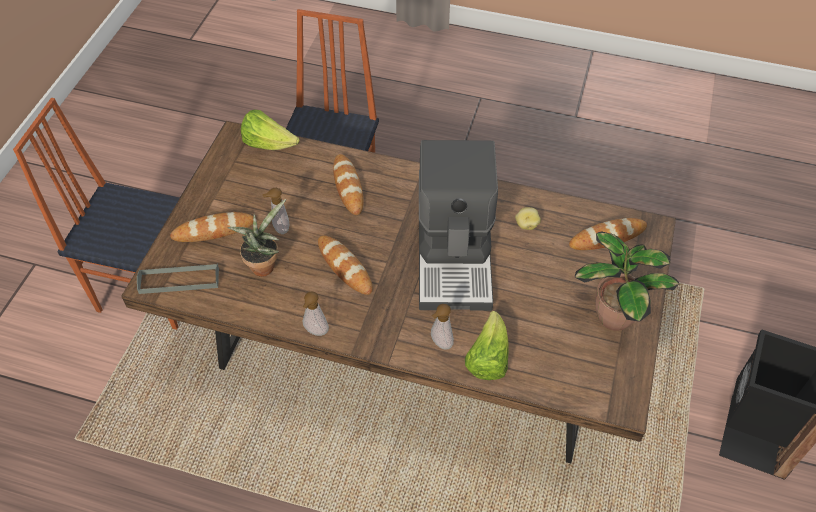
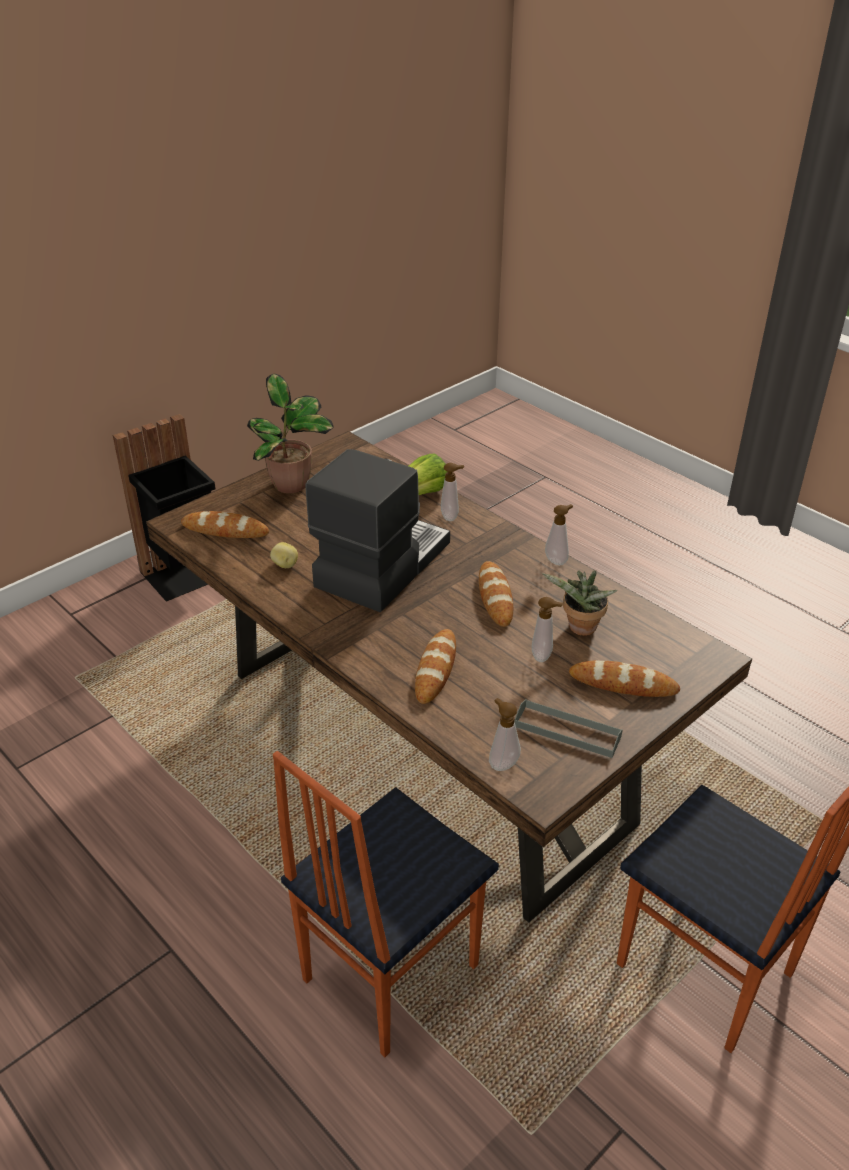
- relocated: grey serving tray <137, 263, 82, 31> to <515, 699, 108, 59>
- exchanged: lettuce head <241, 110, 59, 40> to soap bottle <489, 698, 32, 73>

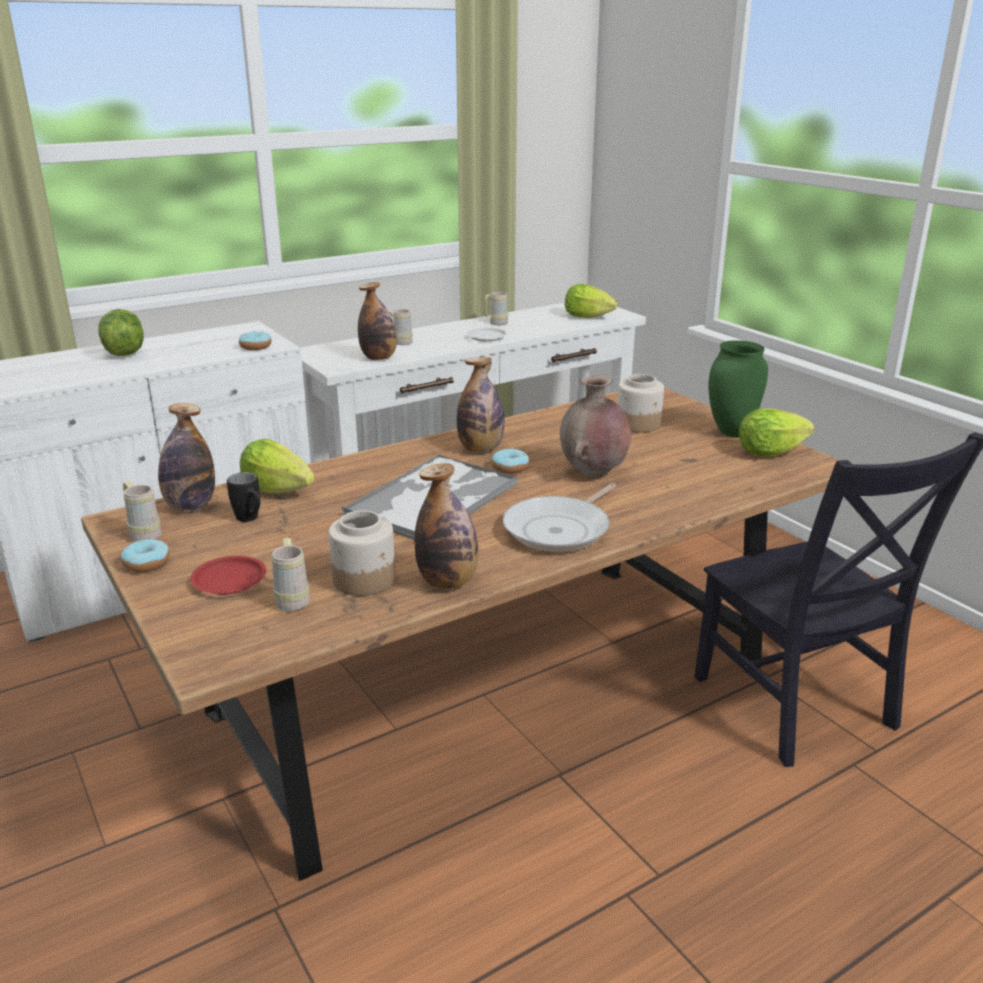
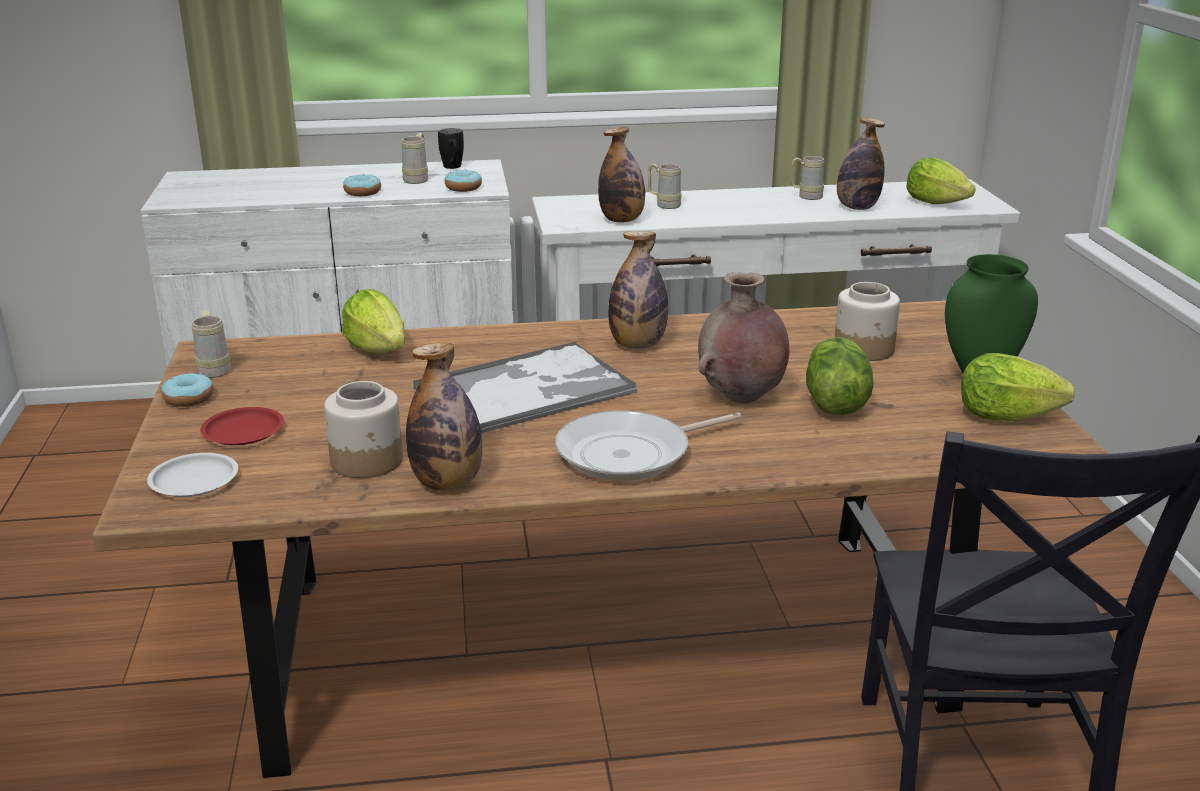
- relocated: lettuce head <98, 309, 46, 47> to <806, 337, 68, 78>
- relocated: beverage bottle <158, 403, 57, 108> to <837, 118, 48, 92>
- relocated: black coffee mug <227, 472, 33, 50> to <438, 128, 26, 41>
- relocated: beige-coloured coffee mug <272, 538, 38, 73> to <402, 133, 26, 51>
- relocated: white-coloured flat dish <466, 327, 42, 14> to <147, 453, 91, 44>
- relocated: donut <491, 448, 38, 26> to <343, 174, 38, 22>

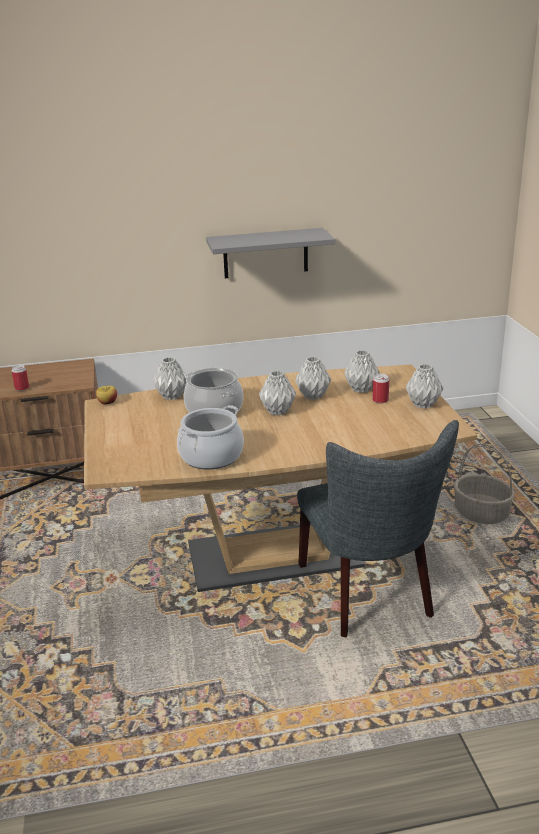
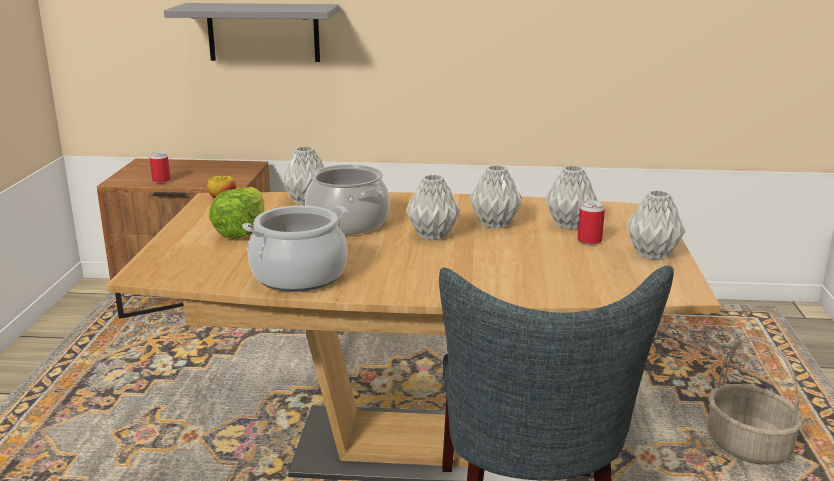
- appeared: lettuce head <209, 187, 56, 52>
- relocated: grey shelf <206, 228, 129, 50> to <164, 3, 175, 59>

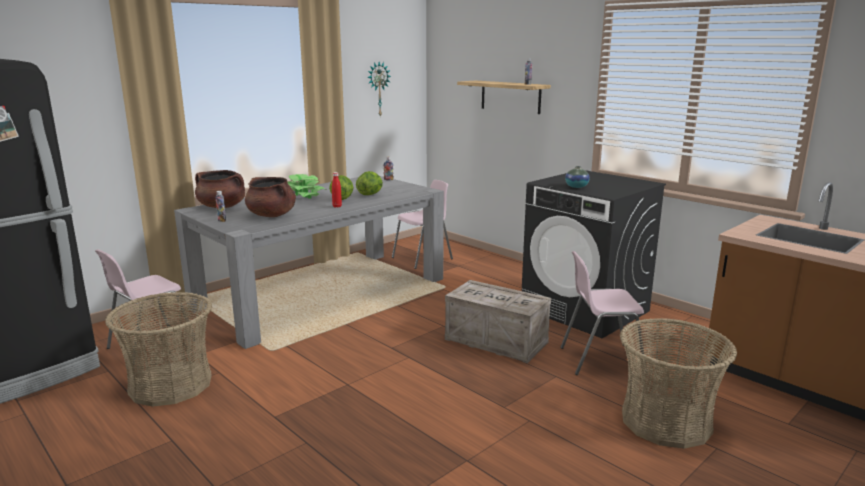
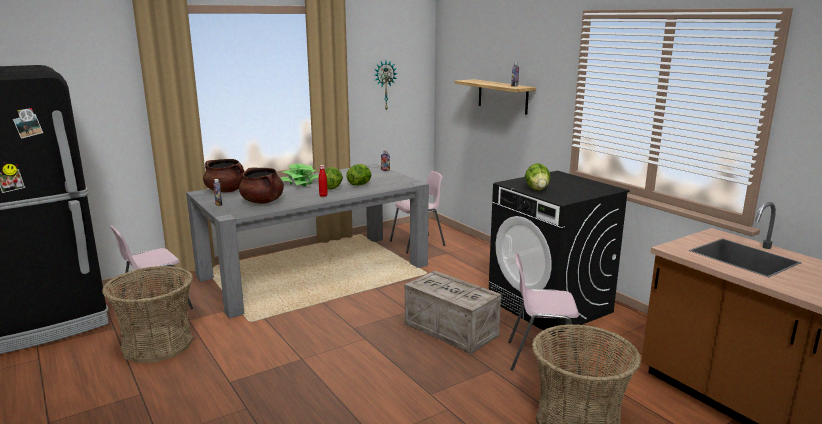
- exchanged: vase <565, 166, 25, 22> to lettuce head <525, 163, 25, 28>

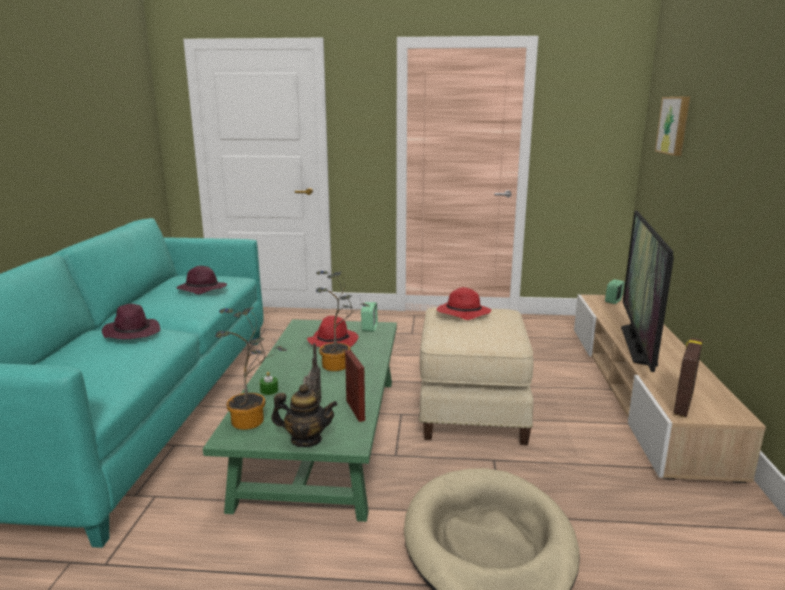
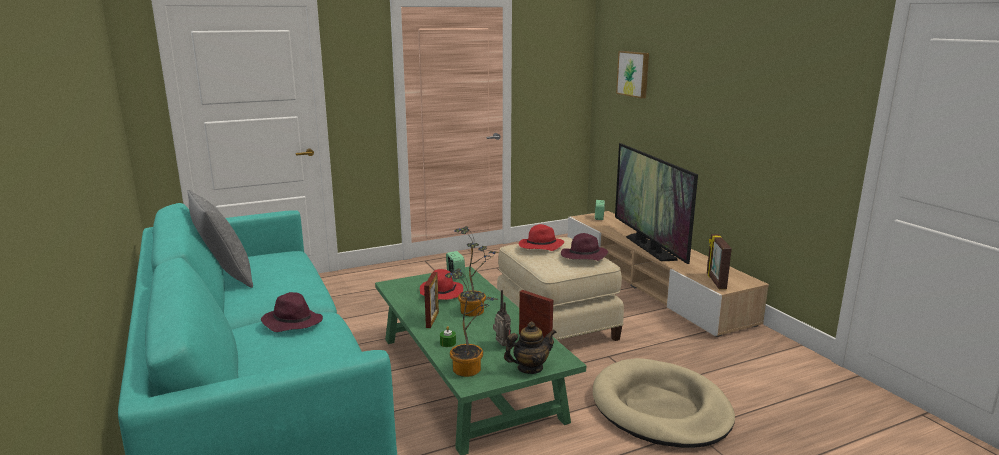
- appeared: grey cushion <187, 190, 66, 98>
- appeared: standing frame <424, 272, 15, 56>
- relocated: purplish hat <176, 266, 51, 29> to <561, 233, 47, 28>

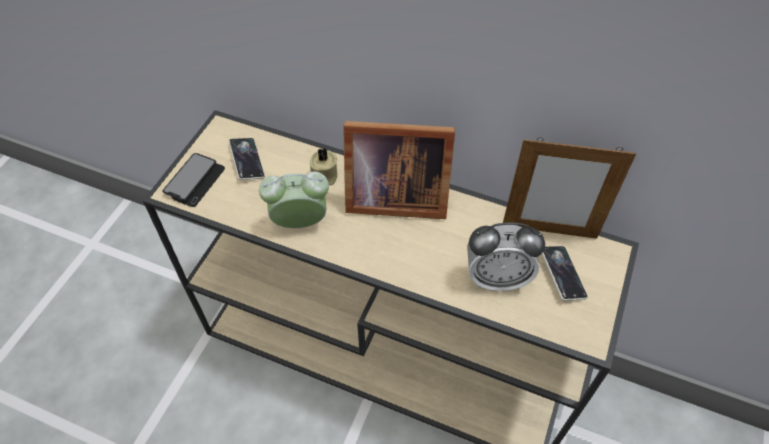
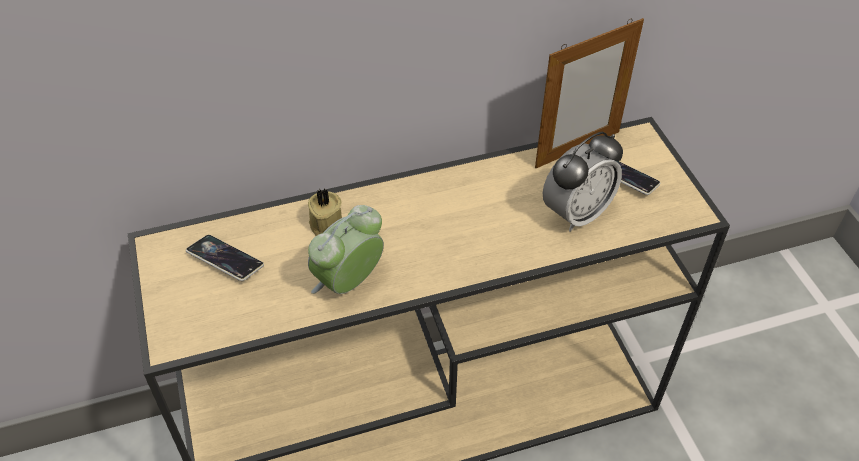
- missing: phone <162, 153, 63, 54>
- missing: standing frame <343, 121, 112, 98>

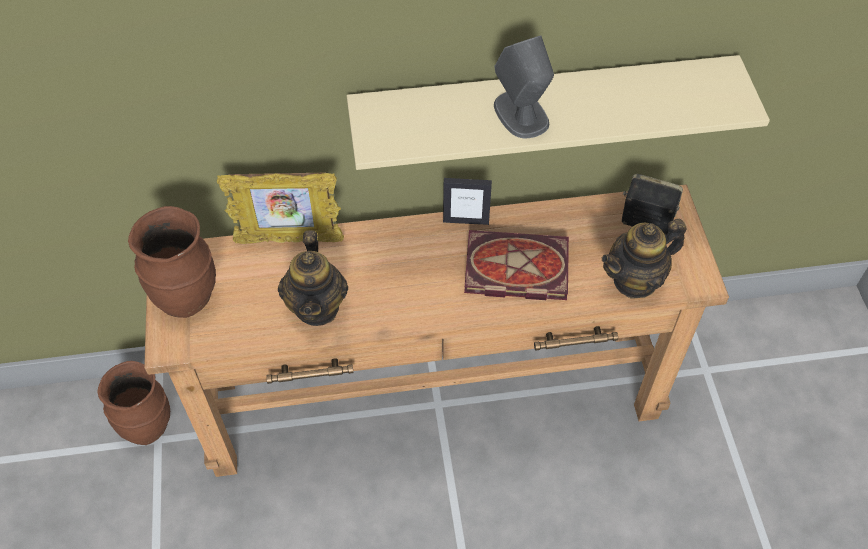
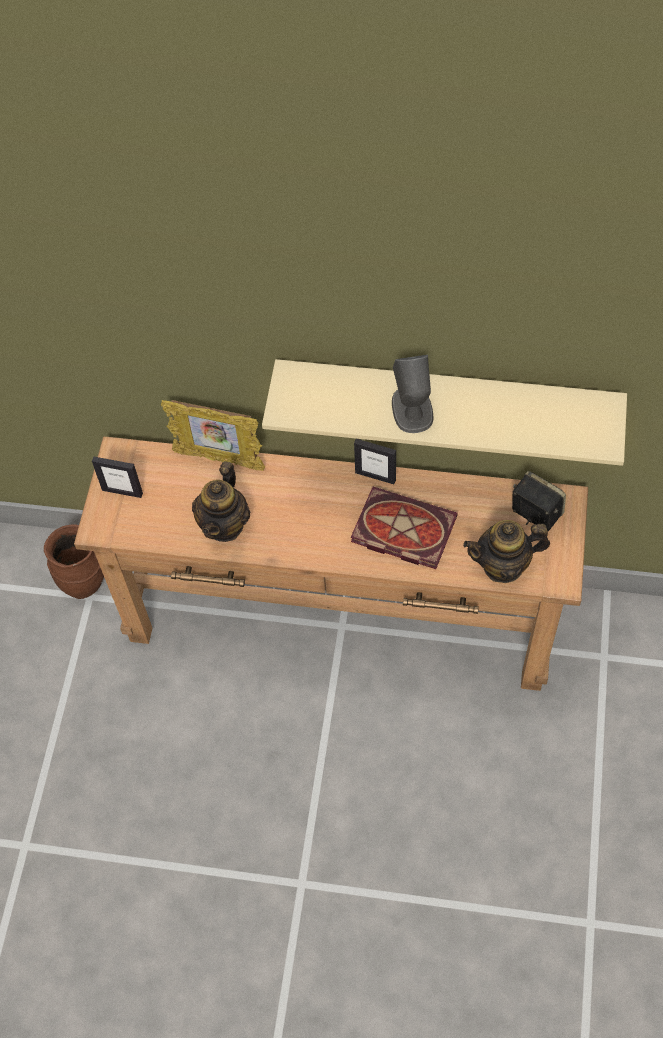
- exchanged: brownish vase <128, 206, 88, 112> to standing frame <92, 457, 51, 41>

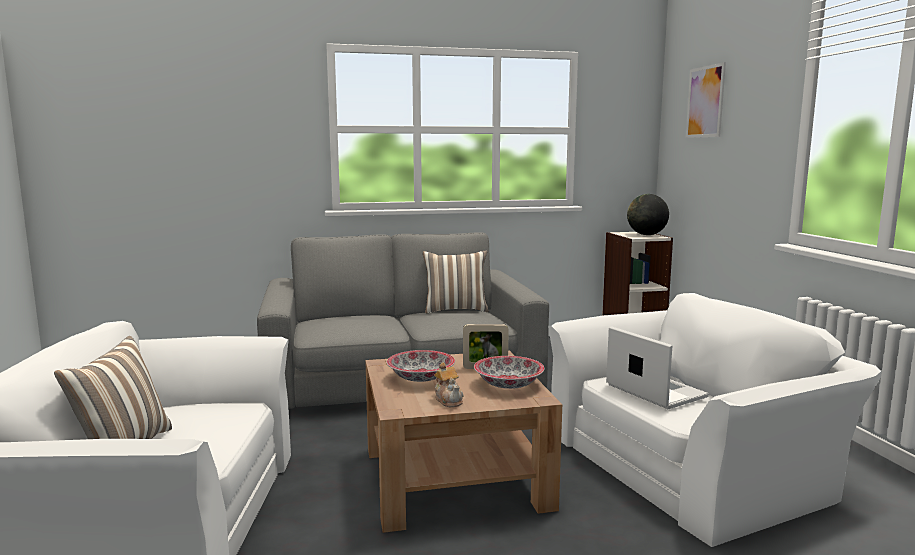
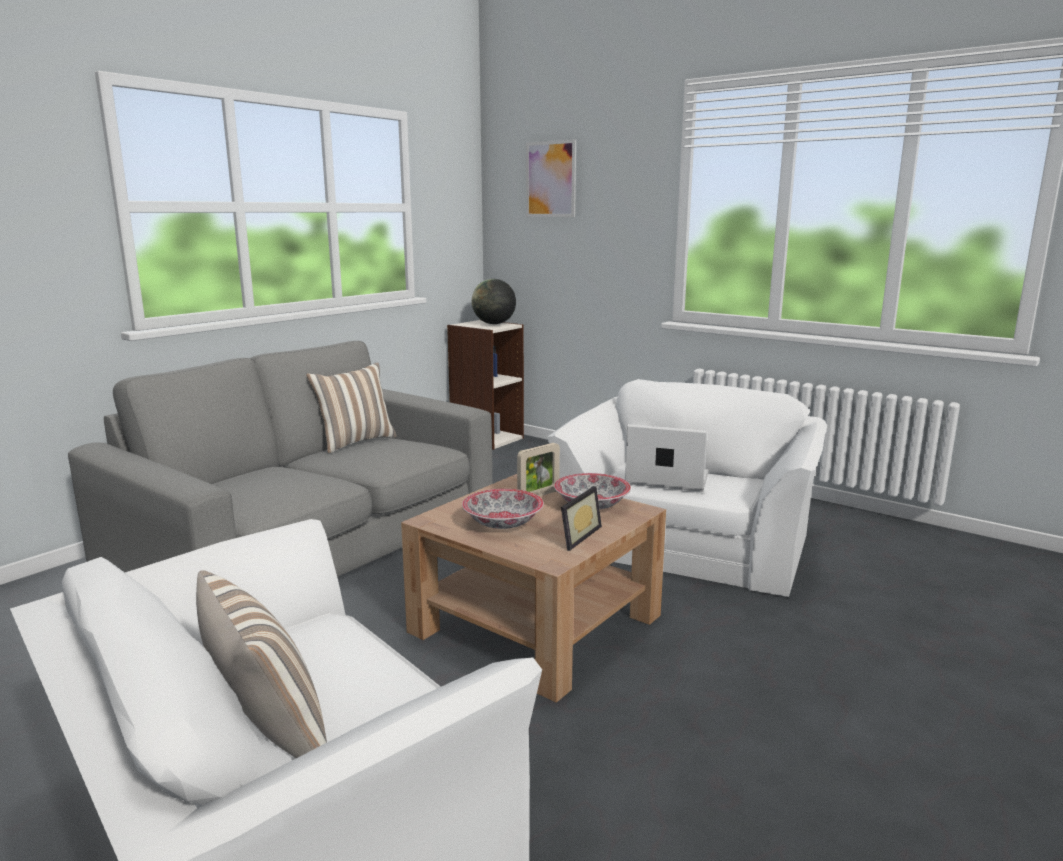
- exchanged: teapot <434, 362, 30, 45> to standing frame <561, 486, 41, 65>

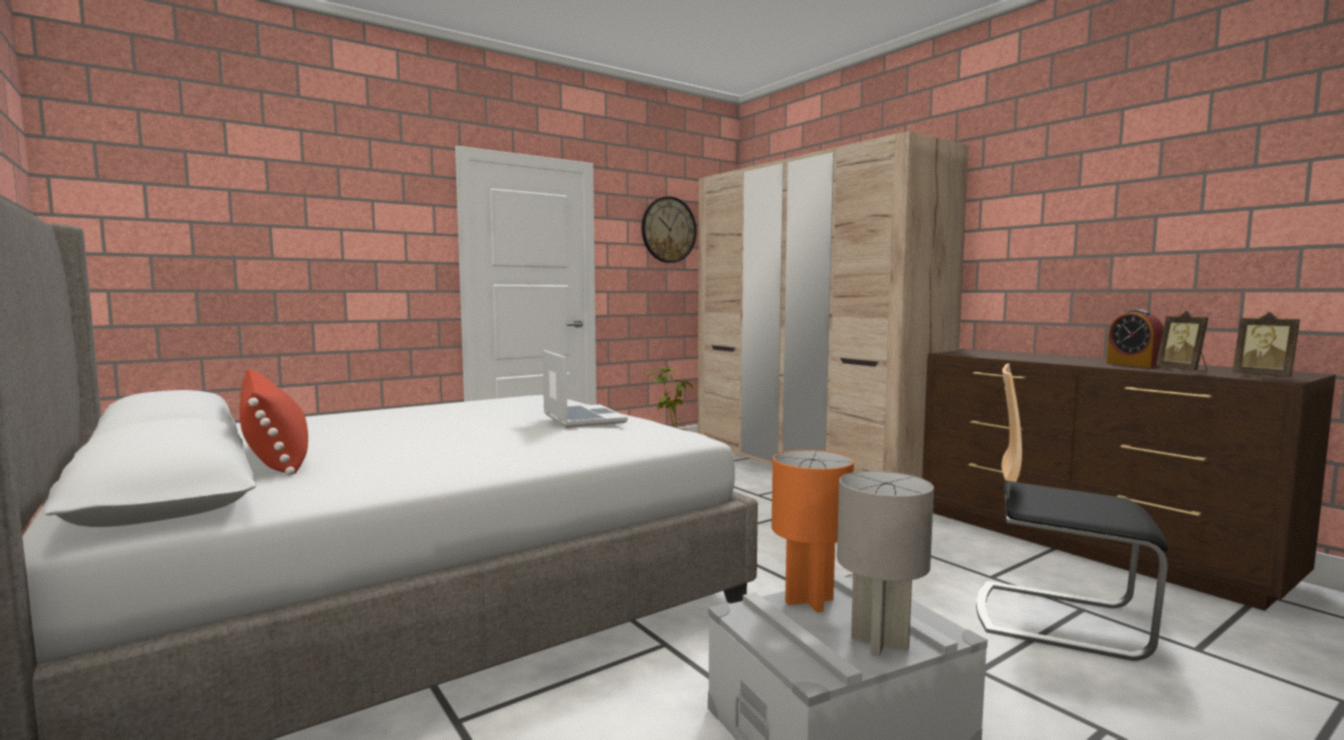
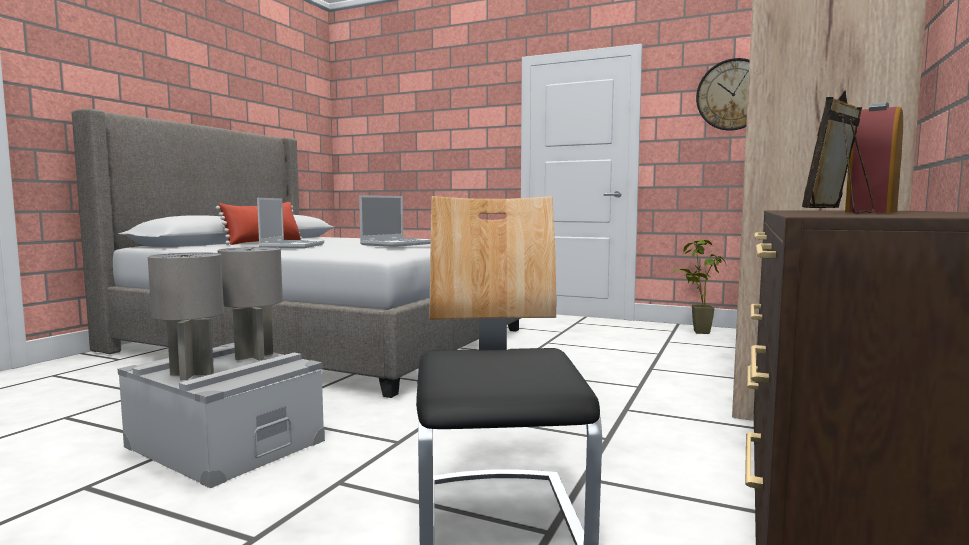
- missing: standing frame <1232, 312, 68, 65>
- appeared: notebook computer <257, 198, 67, 50>
- colour: orange-coloured lamp for a table <771, 450, 83, 162> to grey lamp for a table <218, 247, 65, 113>

